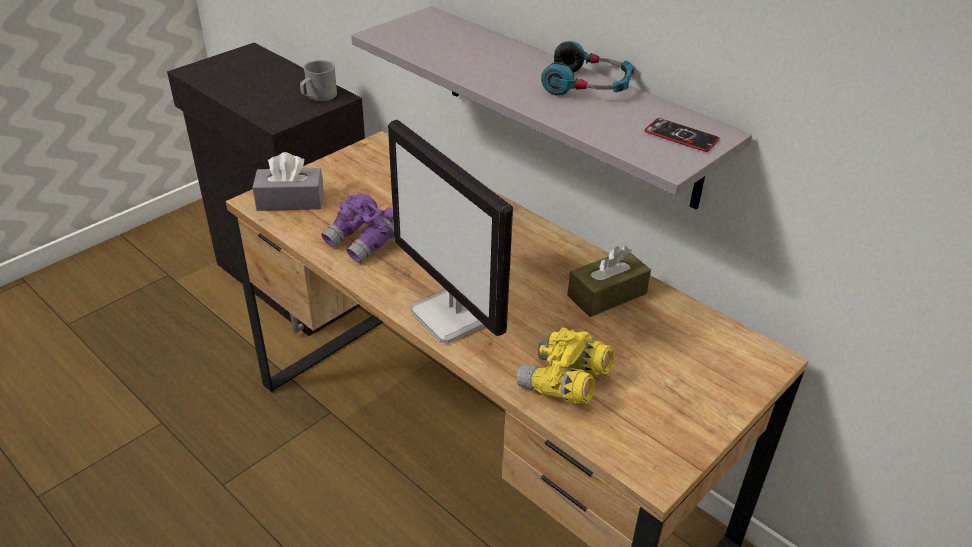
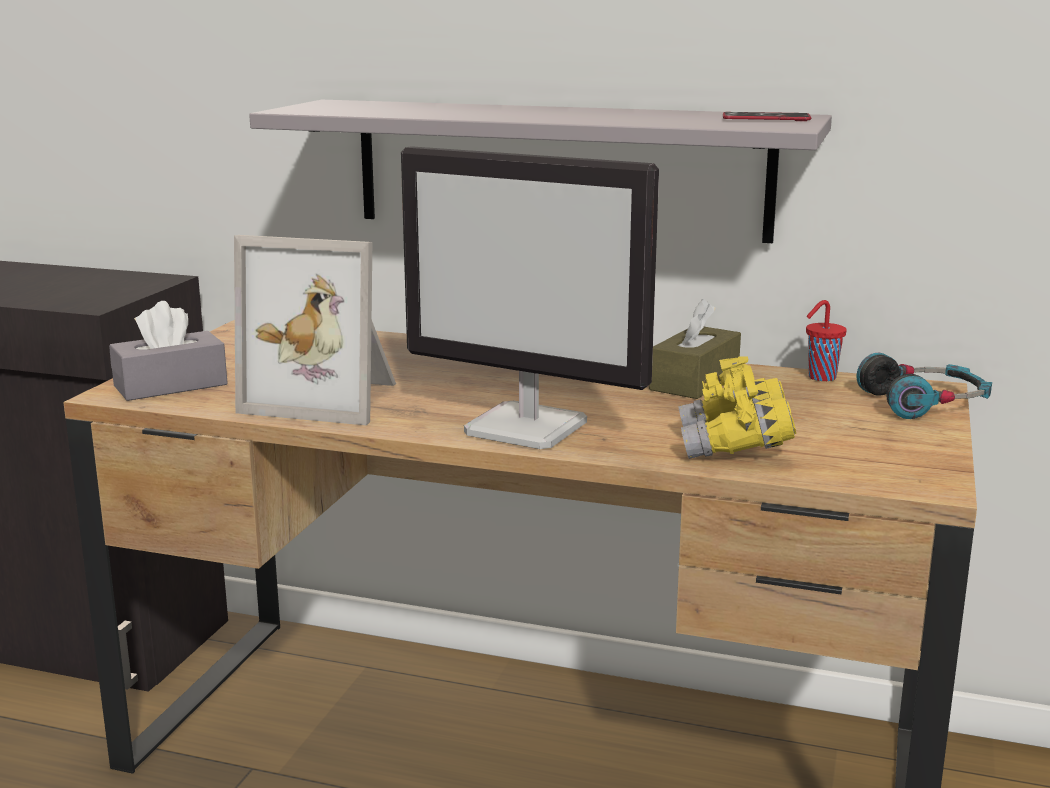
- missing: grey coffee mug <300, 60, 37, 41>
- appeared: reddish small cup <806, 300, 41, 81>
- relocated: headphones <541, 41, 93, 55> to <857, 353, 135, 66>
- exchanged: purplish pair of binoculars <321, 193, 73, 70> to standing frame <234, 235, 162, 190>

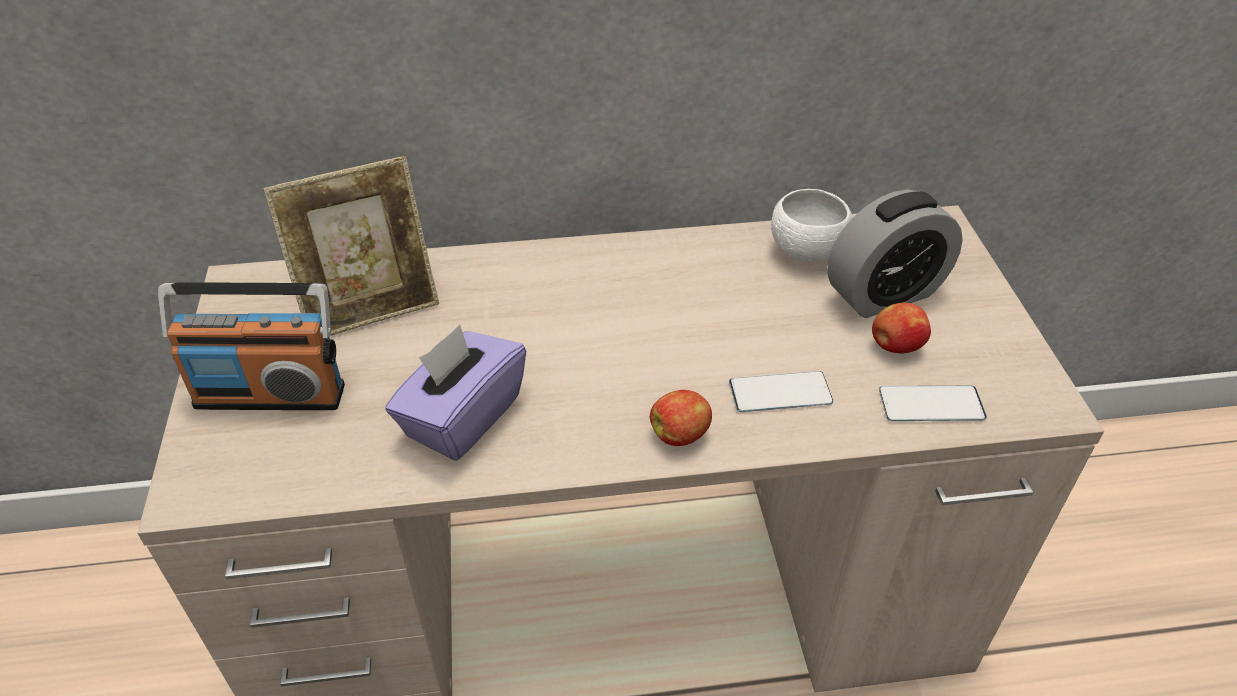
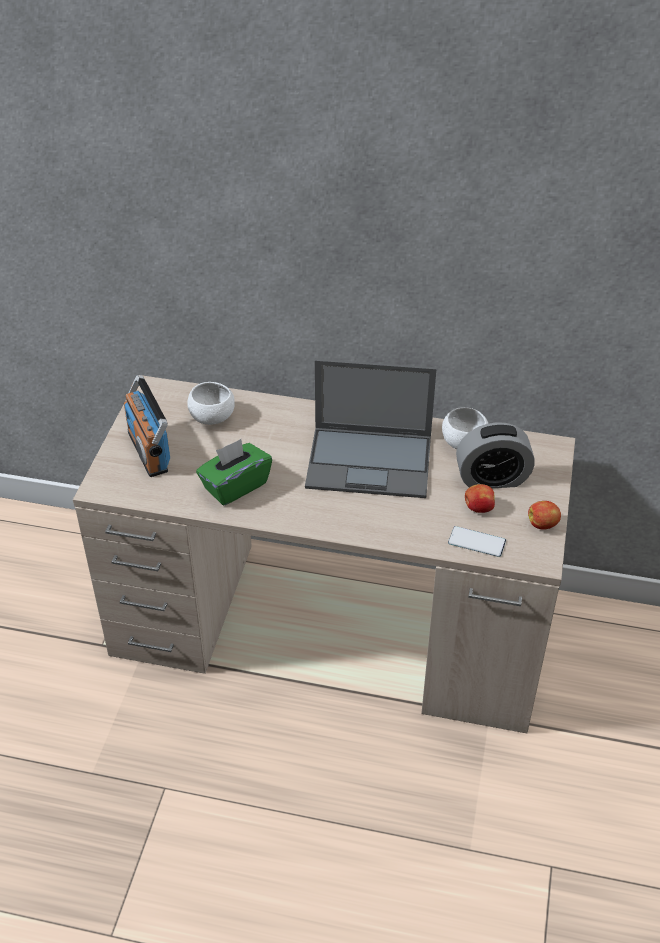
- missing: phone <729, 371, 104, 41>
- appeared: notebook computer <305, 359, 132, 139>
- relocated: apple fruit <650, 390, 62, 56> to <528, 501, 33, 29>
- exchanged: standing frame <263, 156, 176, 180> to white-coloured serving bowl <187, 382, 48, 43>
- colour: purplish box of tissues <385, 324, 141, 137> to green-coloured box of tissues <196, 439, 76, 66>
- spun: radio <158, 282, 187, 128> = <124, 375, 46, 102> 45 degrees clockwise

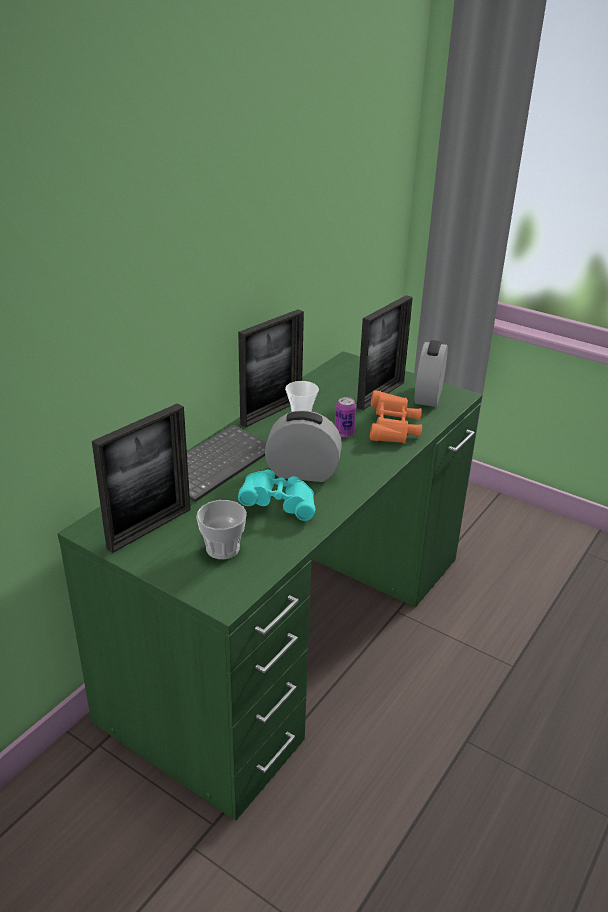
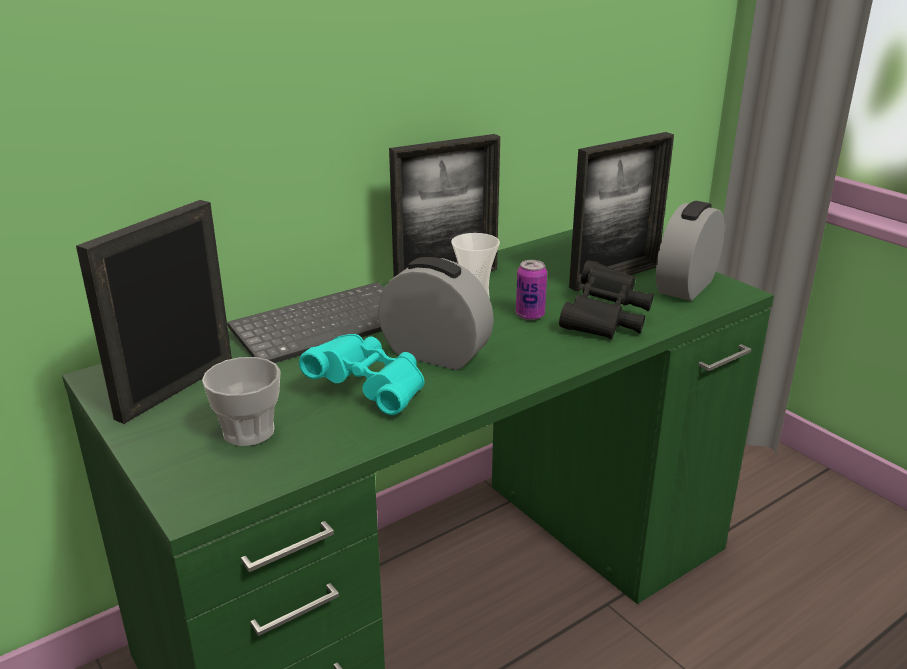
- colour: orange-coloured pair of binoculars <370, 390, 52, 53> to black pair of binoculars <559, 260, 95, 79>
- spun: standing frame <92, 403, 98, 150> = <76, 200, 156, 224> 150 degrees clockwise

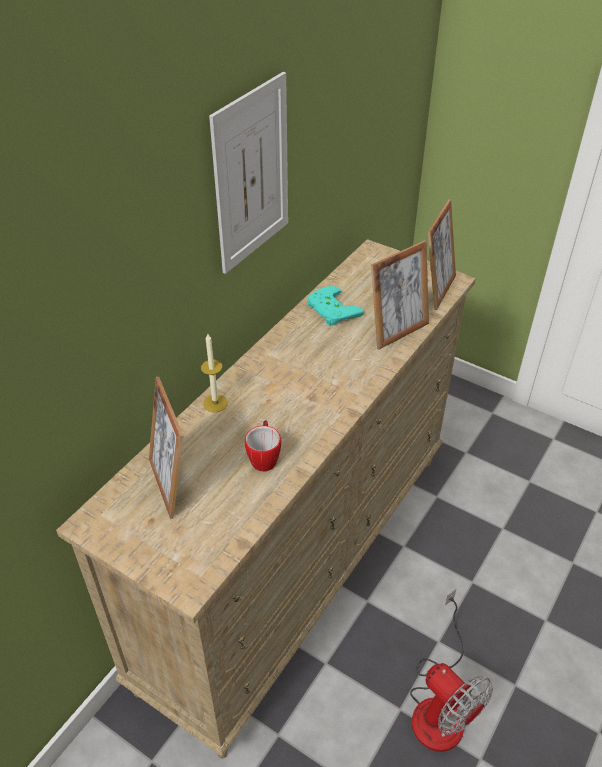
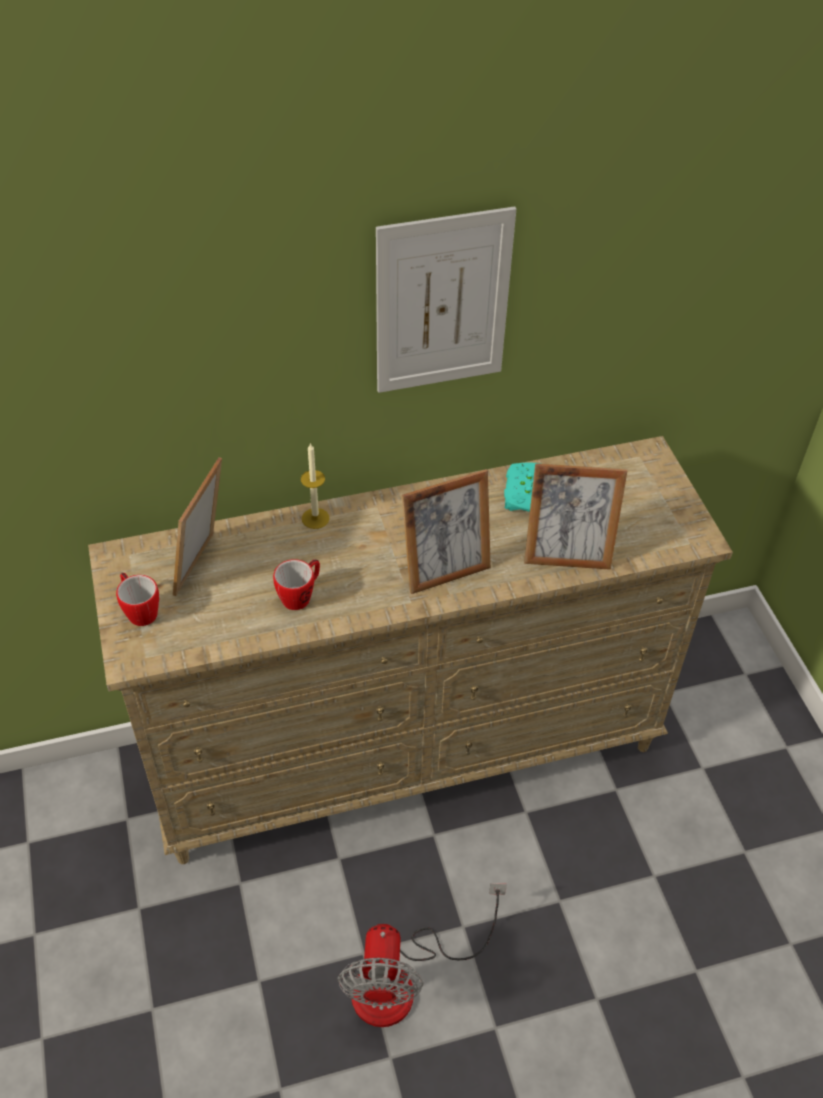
- appeared: coffee mug <116, 573, 43, 53>
- relocated: standing frame <428, 199, 28, 111> to <402, 469, 89, 125>

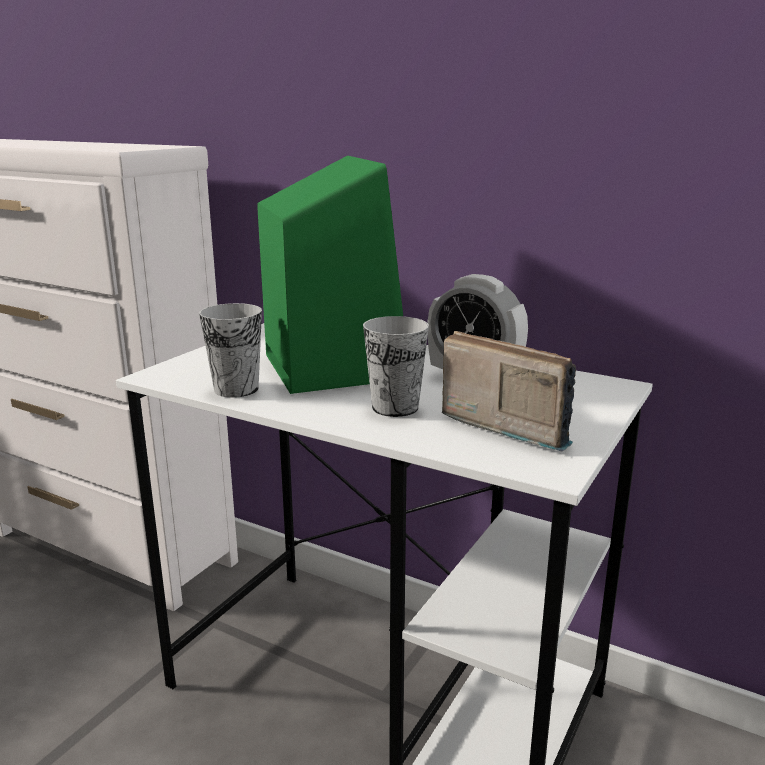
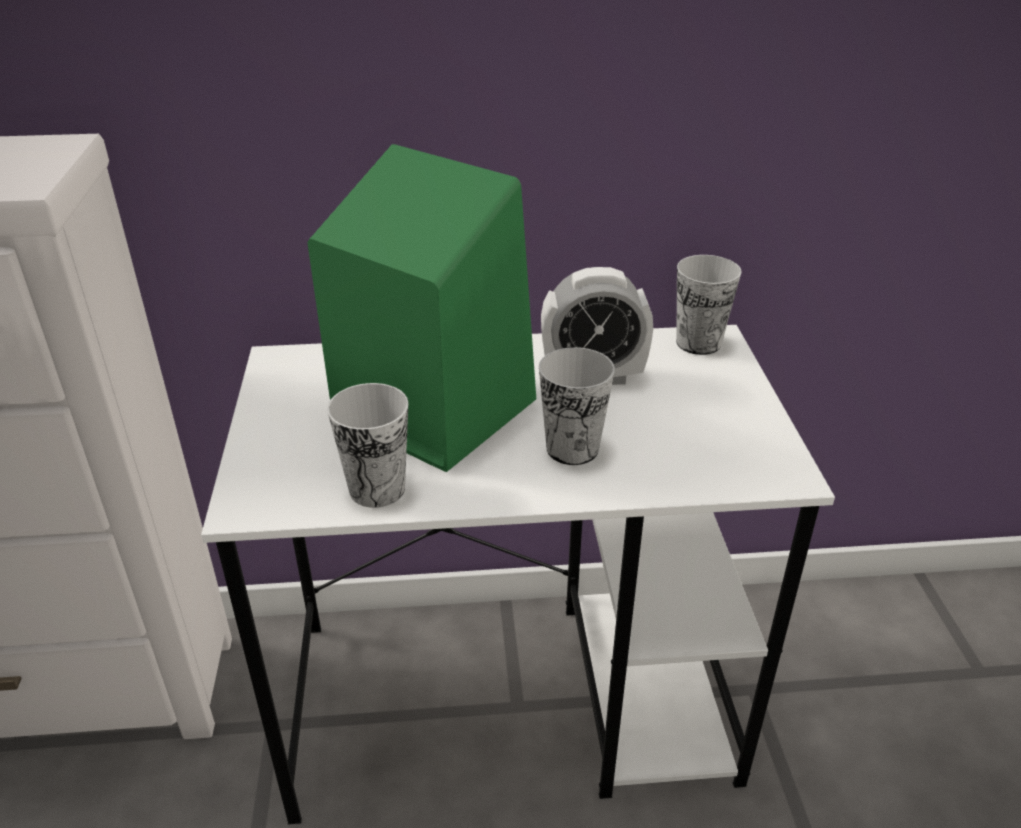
- missing: radio <442, 331, 134, 120>
- appeared: small cup <676, 255, 66, 100>

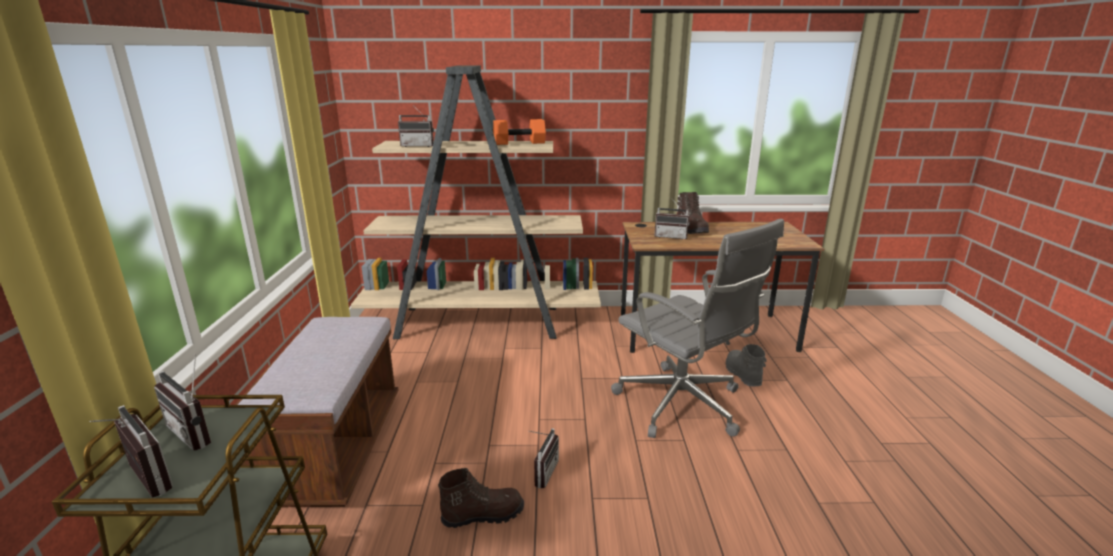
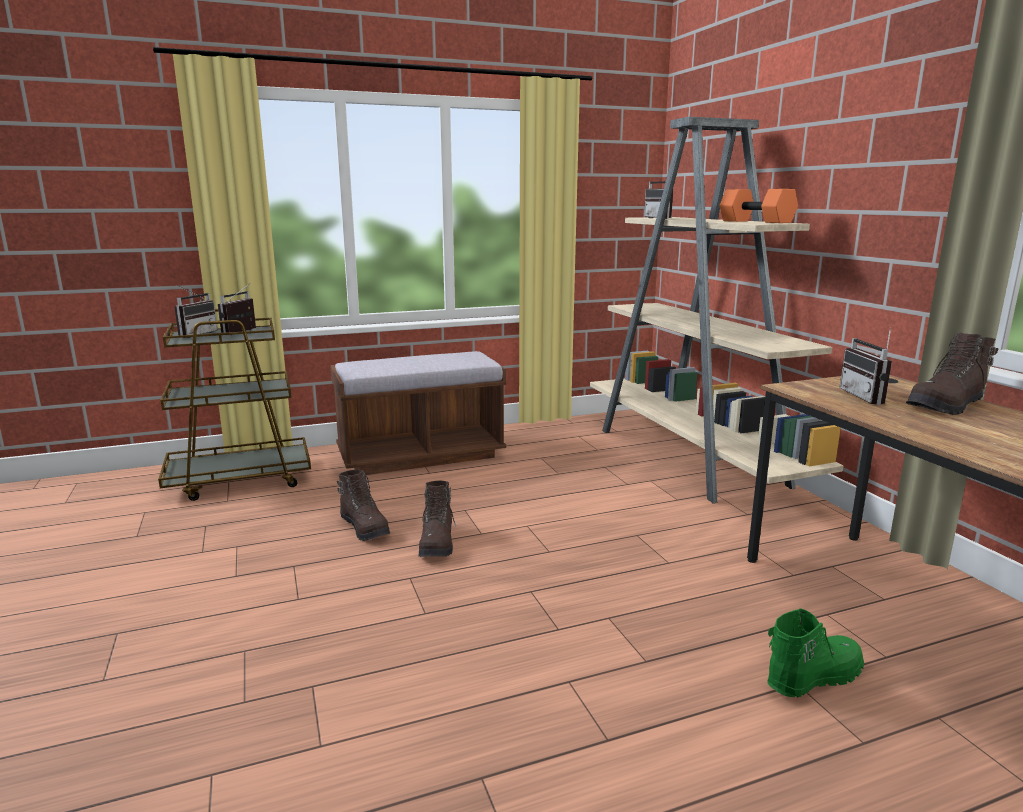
- missing: grey computer chair <611, 219, 173, 219>
- exchanged: radio <530, 428, 29, 61> to brownish tall boot <418, 480, 38, 77>
- colour: grey tall boot <725, 344, 42, 43> to green-coloured tall boot <767, 608, 97, 89>

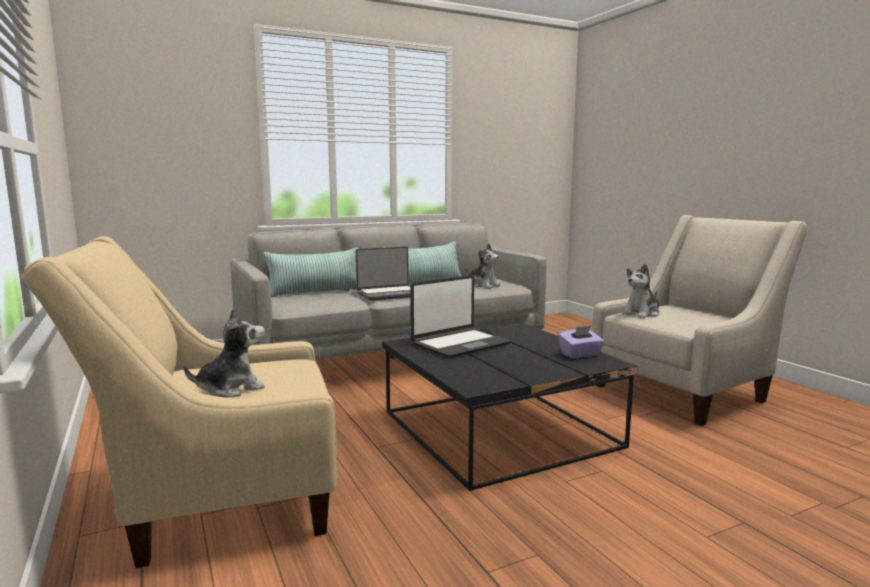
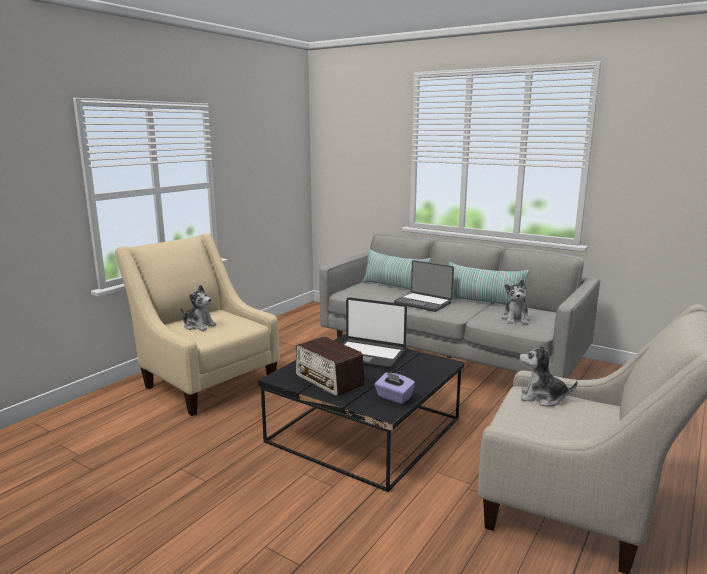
- appeared: radio <295, 337, 70, 59>

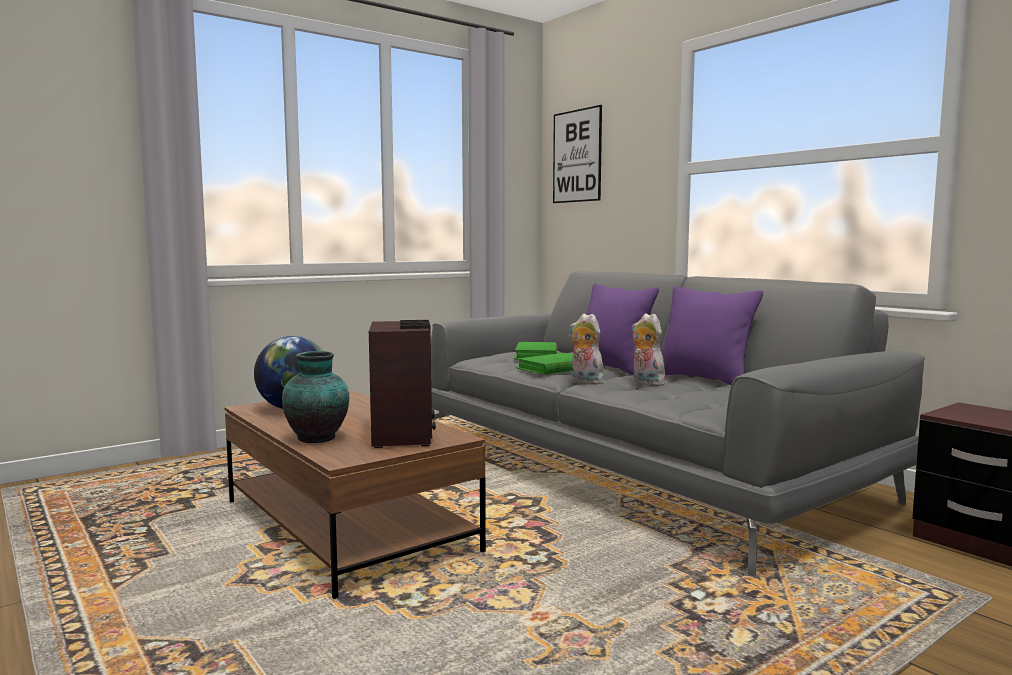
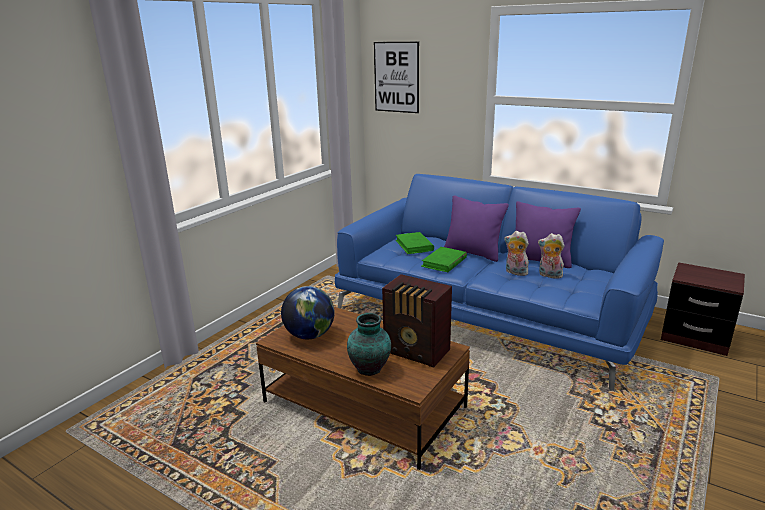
- relocated: plush toy <570, 313, 34, 72> to <538, 233, 27, 46>
- colour: grey sofa <431, 271, 494, 305> to bluish sofa <335, 174, 329, 217>
- spun: radio <369, 320, 67, 128> = <382, 274, 70, 94> 150 degrees clockwise

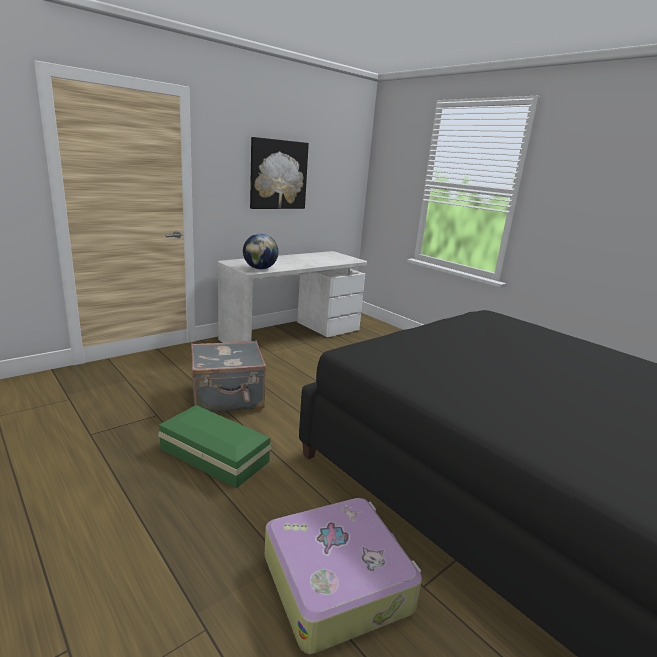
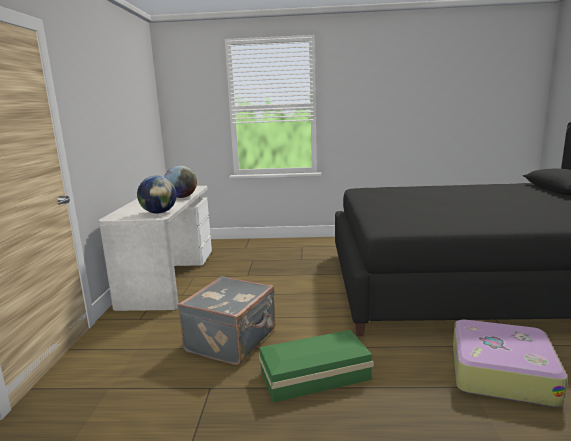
- missing: wall art <250, 137, 59, 72>
- appeared: desk globe <164, 165, 33, 33>

